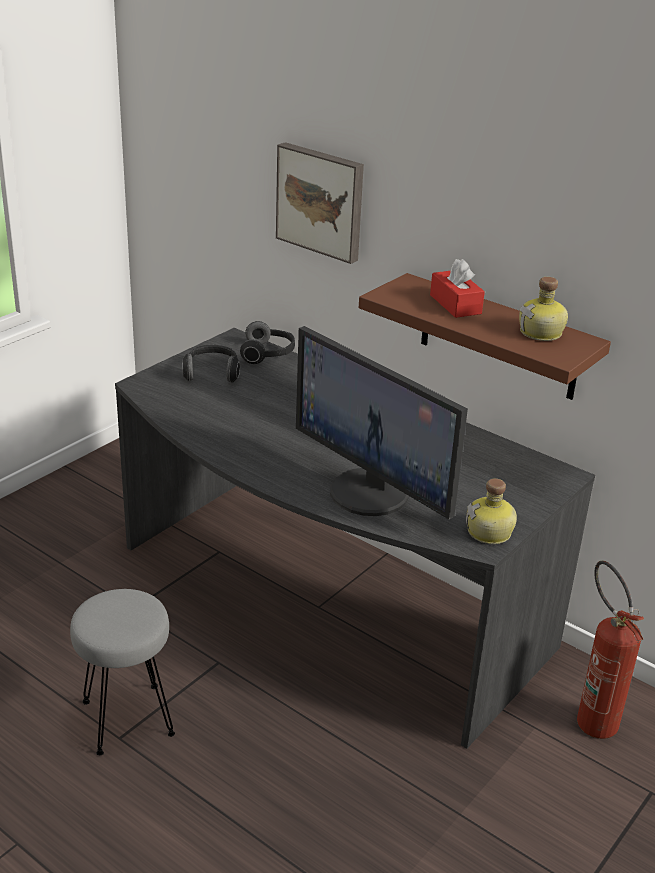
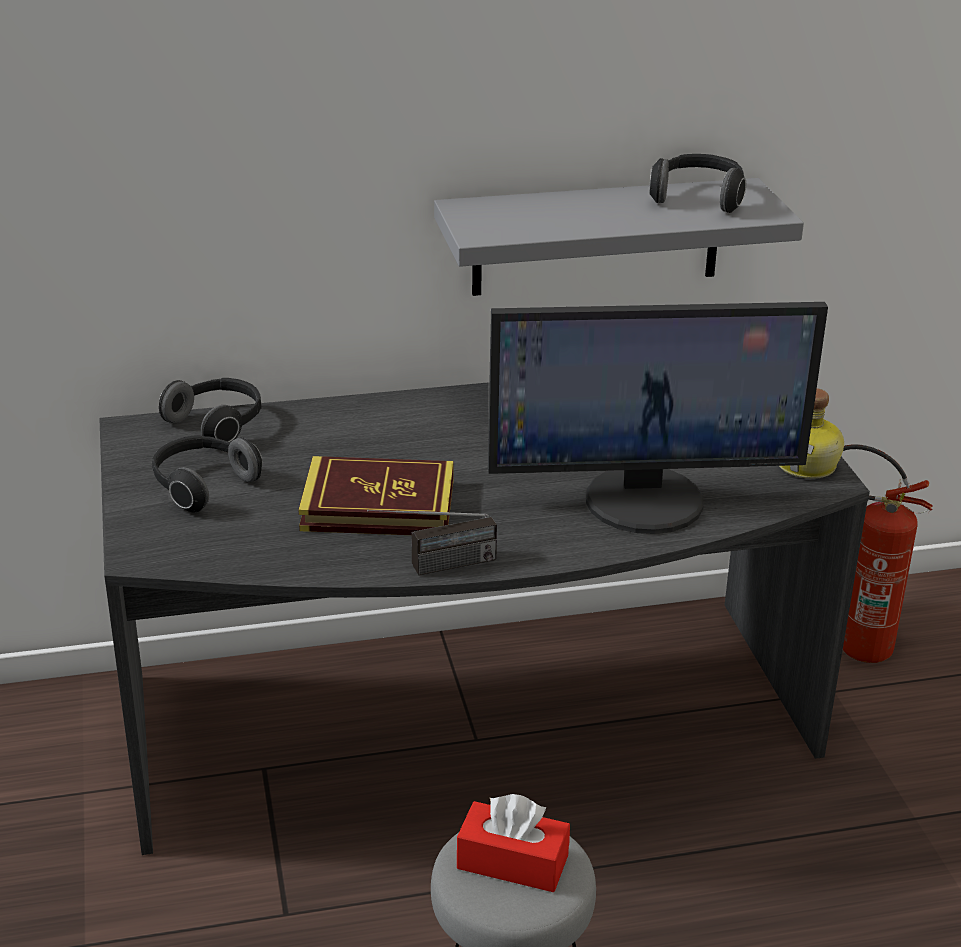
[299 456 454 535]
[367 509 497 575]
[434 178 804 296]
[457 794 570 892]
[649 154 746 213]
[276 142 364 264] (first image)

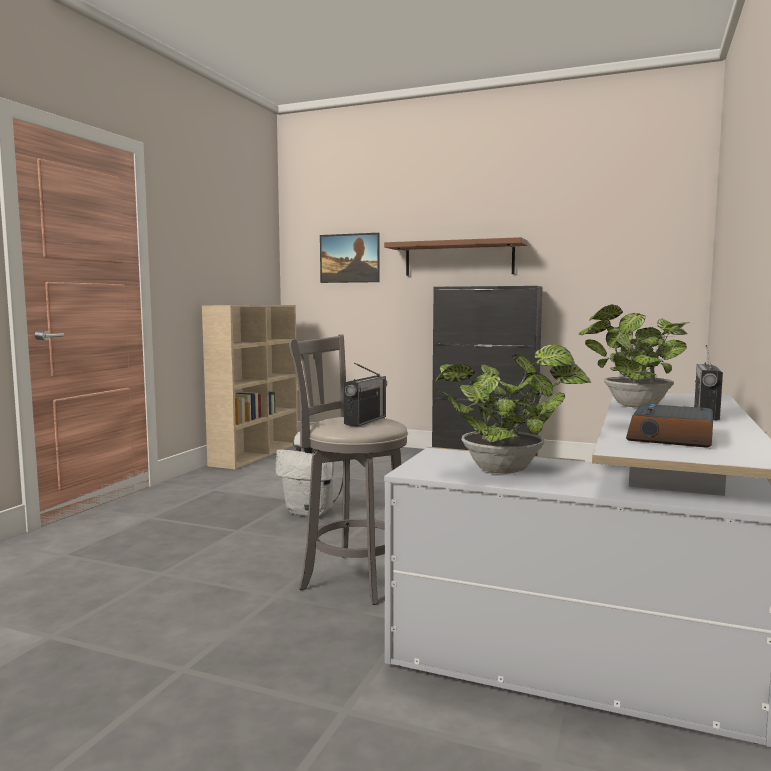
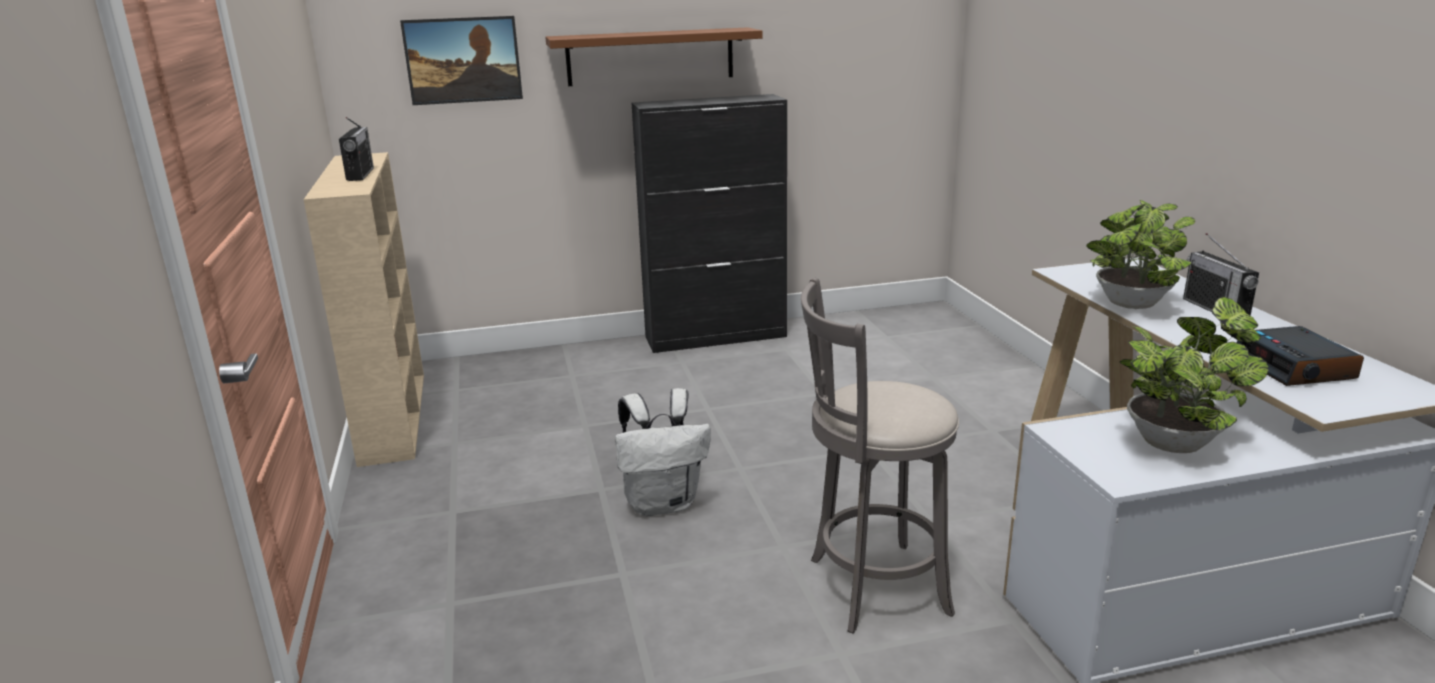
[339 117 374 181]

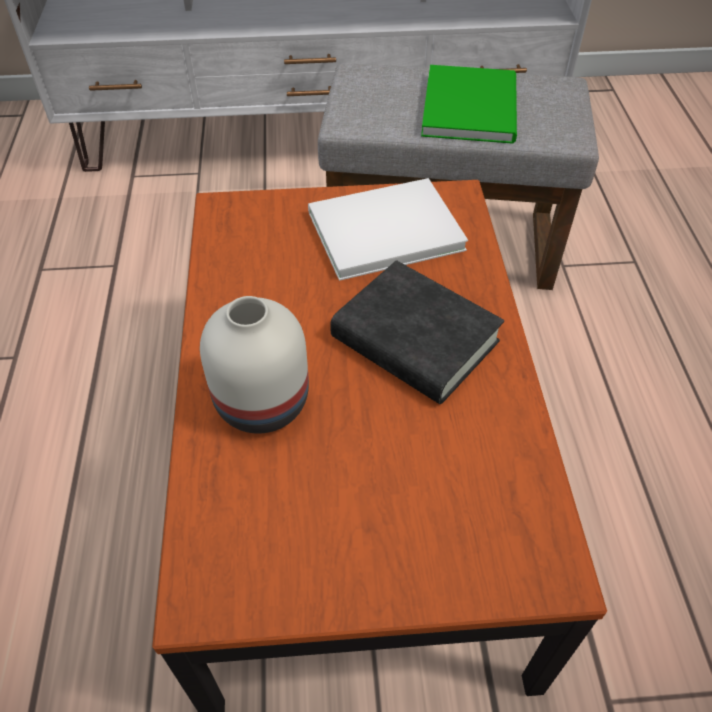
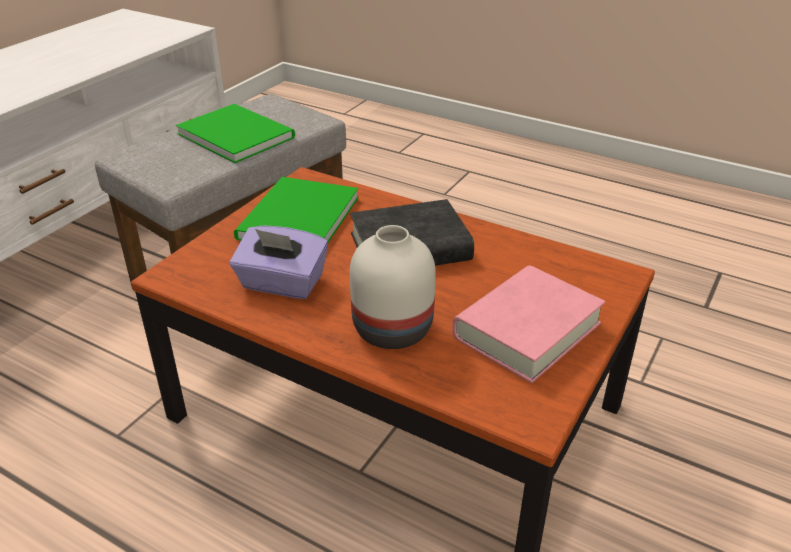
[230 225 328 299]
[234 177 359 242]
[452 266 605 383]

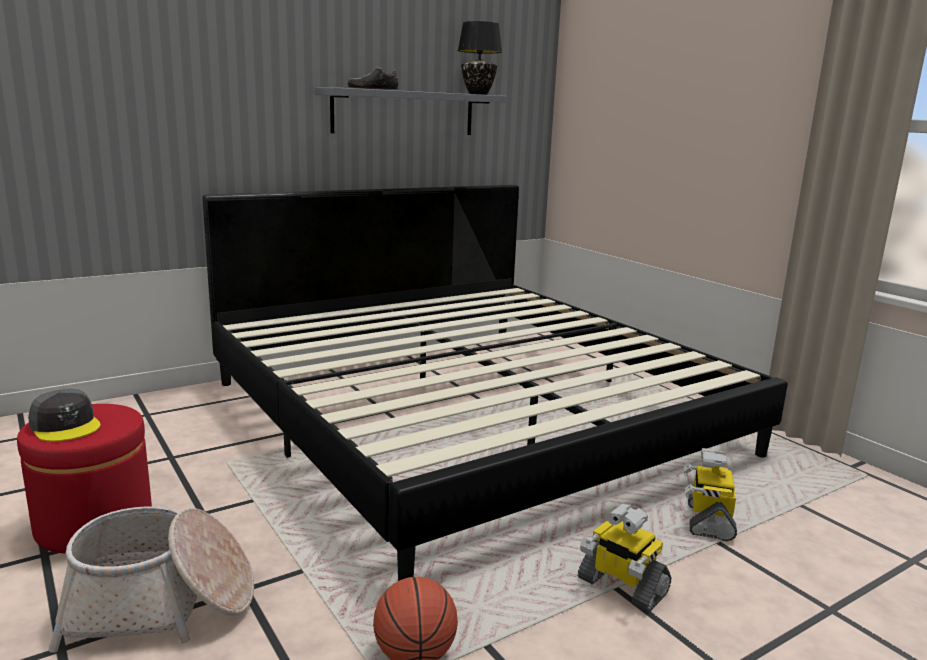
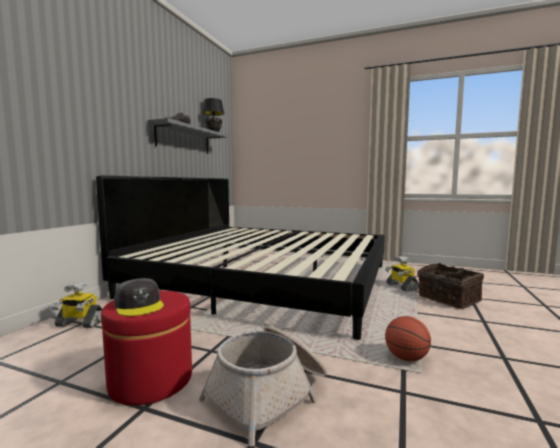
[51 282 102 328]
[114 278 164 316]
[417 263 484 309]

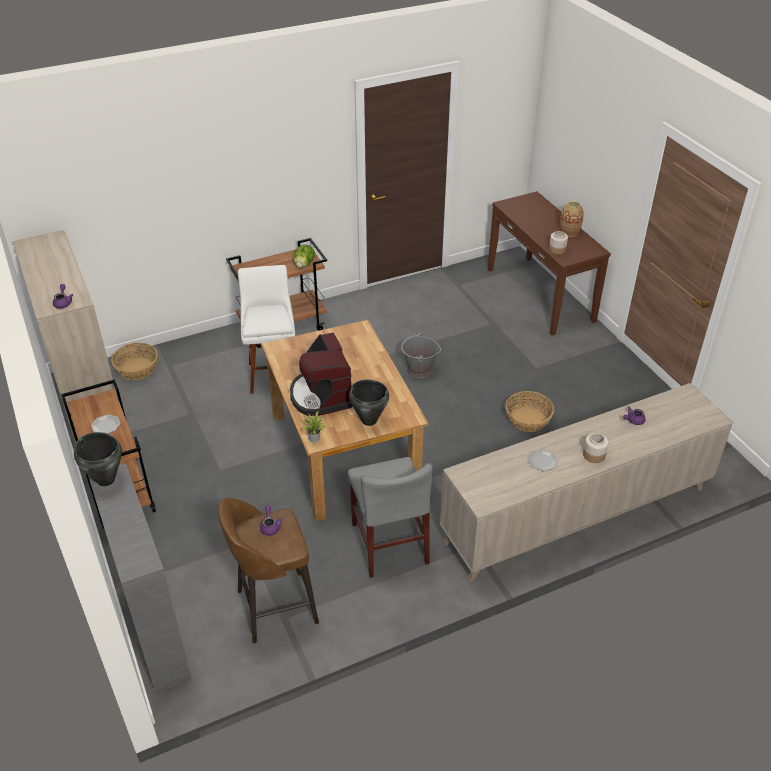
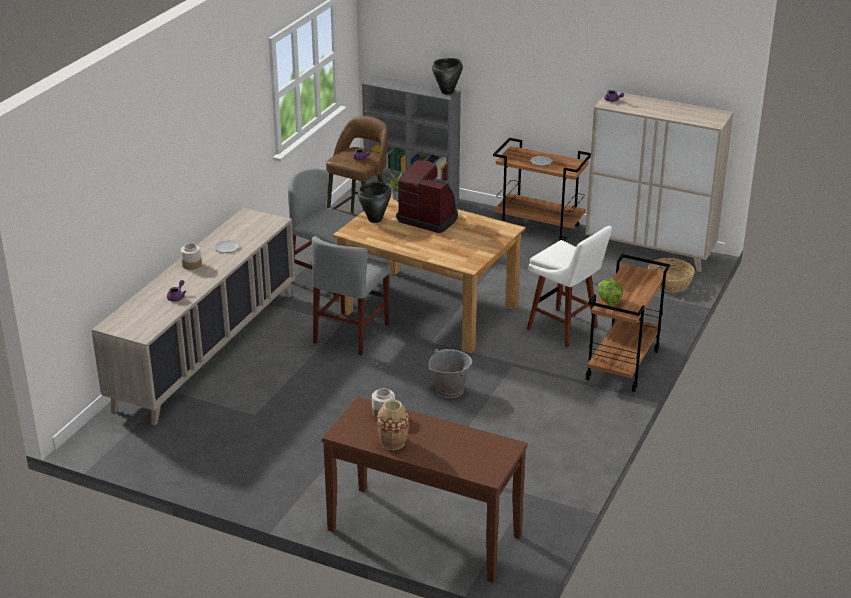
[312 236 391 356]
[505 391 554 432] (first image)

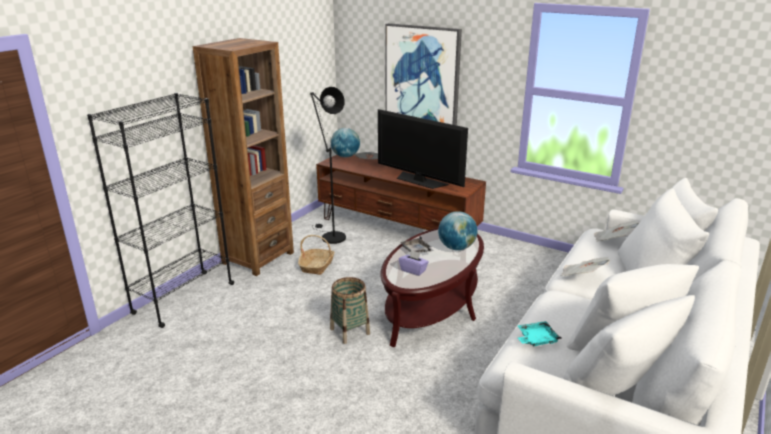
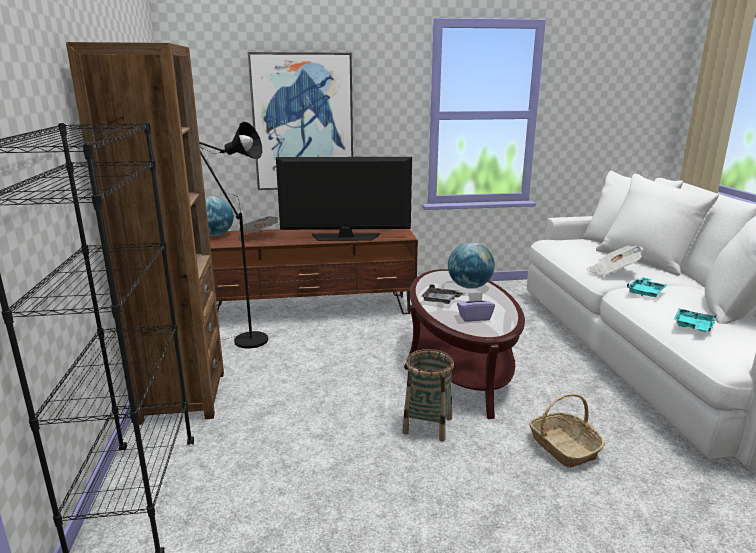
[529 394 605 468]
[627 277 667 297]
[594 221 639 242] (first image)

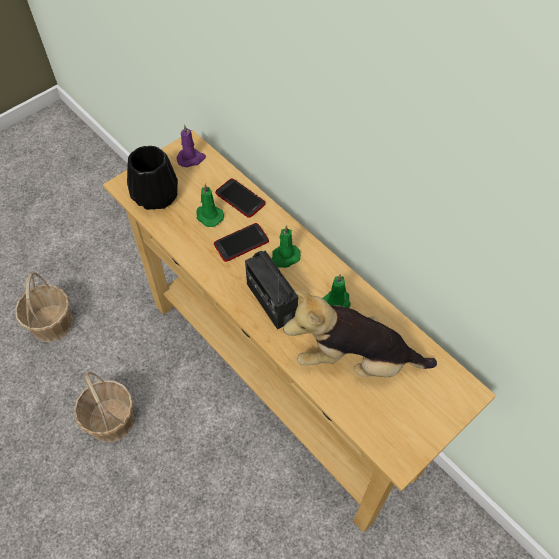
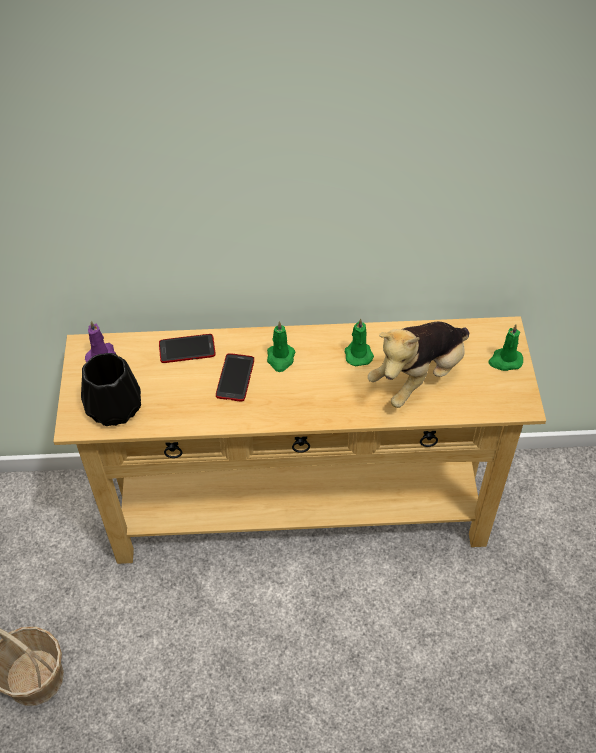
[488 324 523 371]
[74 371 135 442] (first image)
[245 251 298 329] (first image)

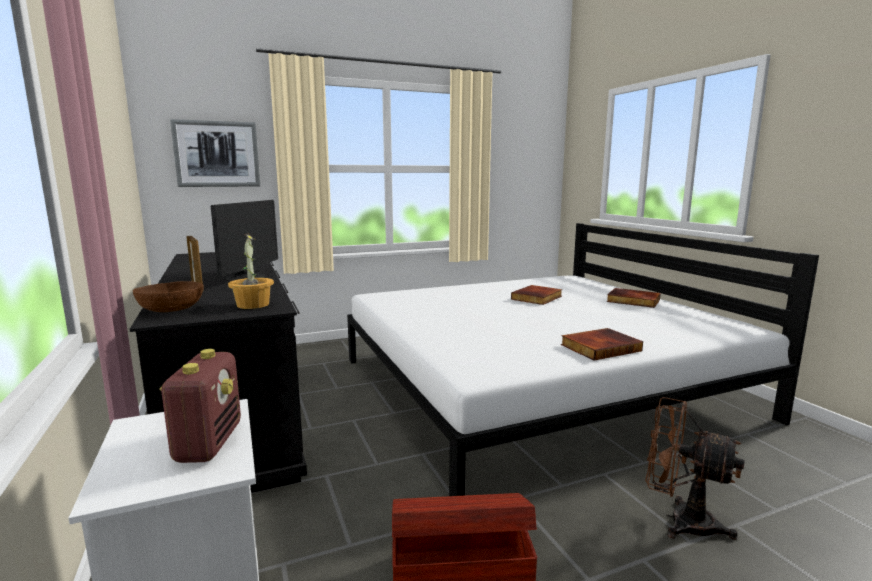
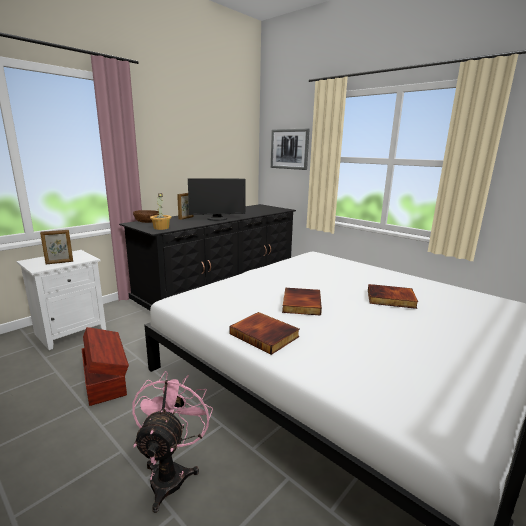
[40 230 73 265]
[132 371 213 513]
[282 288 322 315]

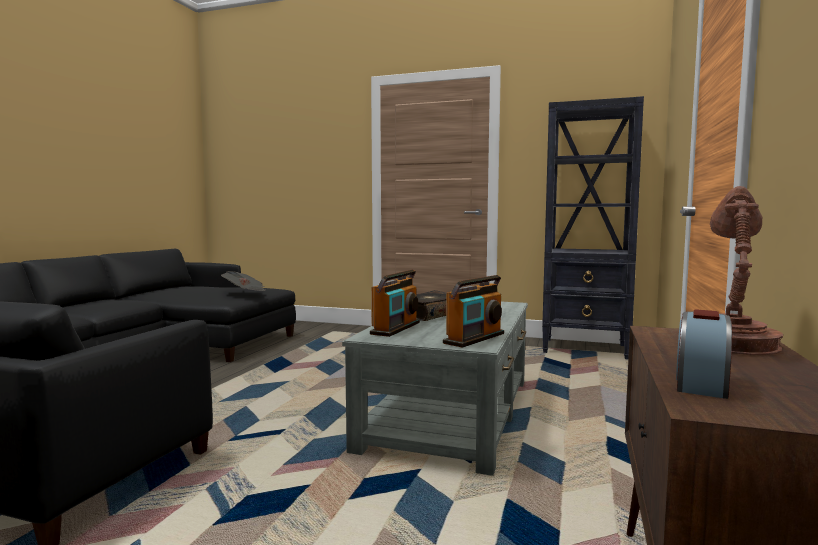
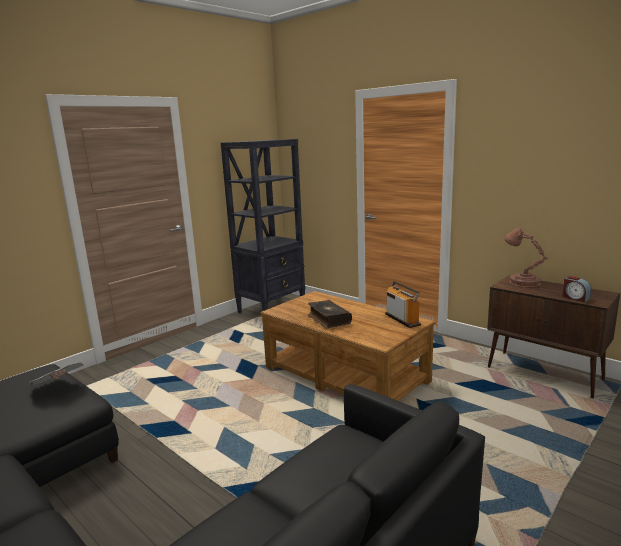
[260 291 436 401]
[370 270 420 337] (first image)

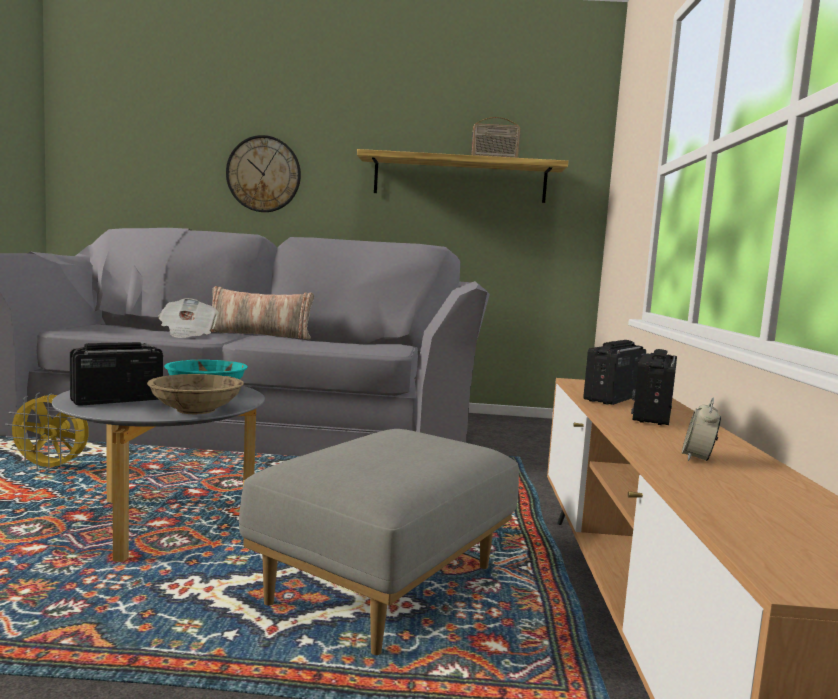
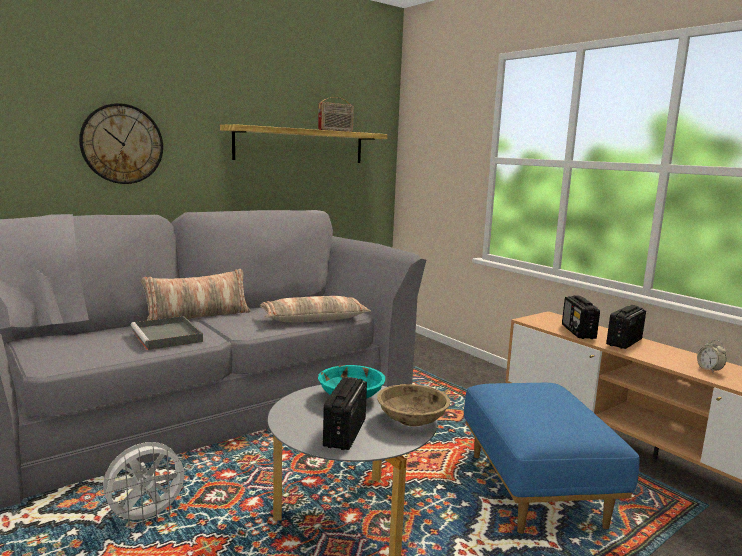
[100 442 190 526]
[131 316 203 350]
[260 296 371 322]
[464 383 639 534]
[606 305 646 349]

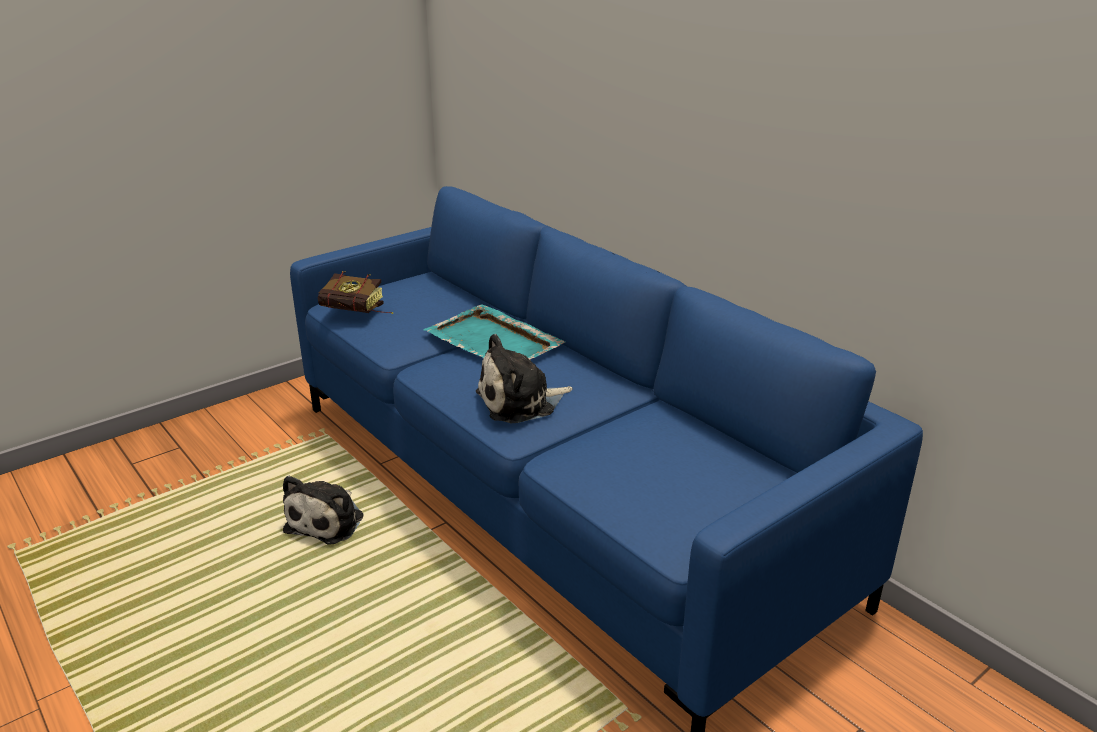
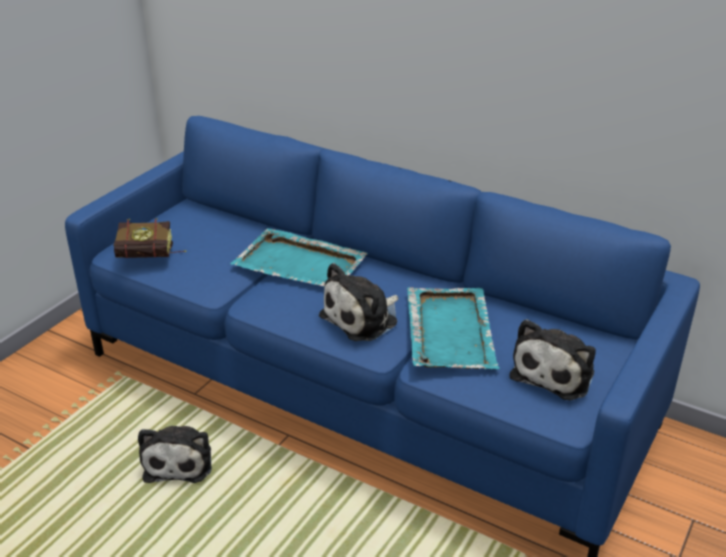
[407 287 500 369]
[510 319 596 401]

